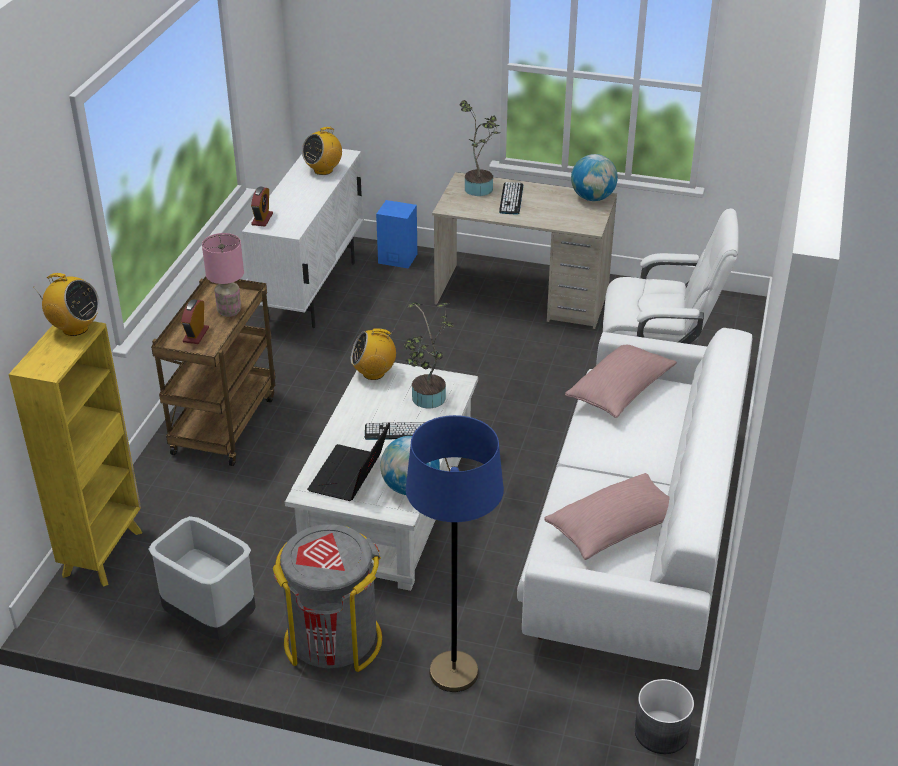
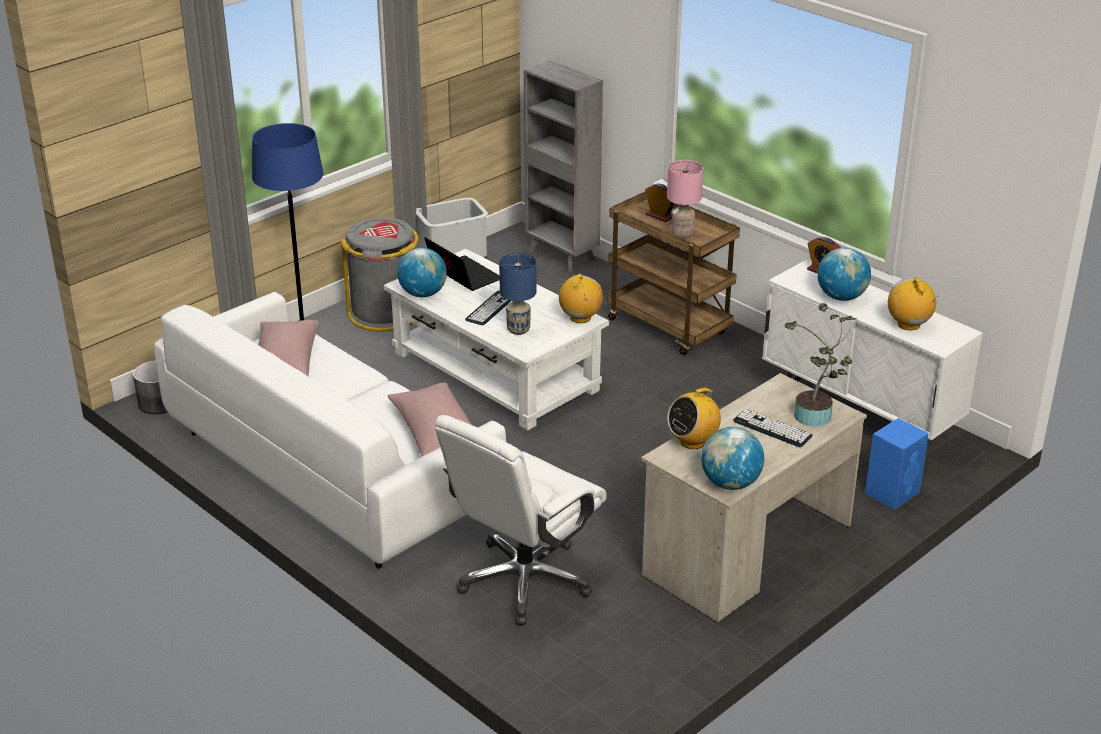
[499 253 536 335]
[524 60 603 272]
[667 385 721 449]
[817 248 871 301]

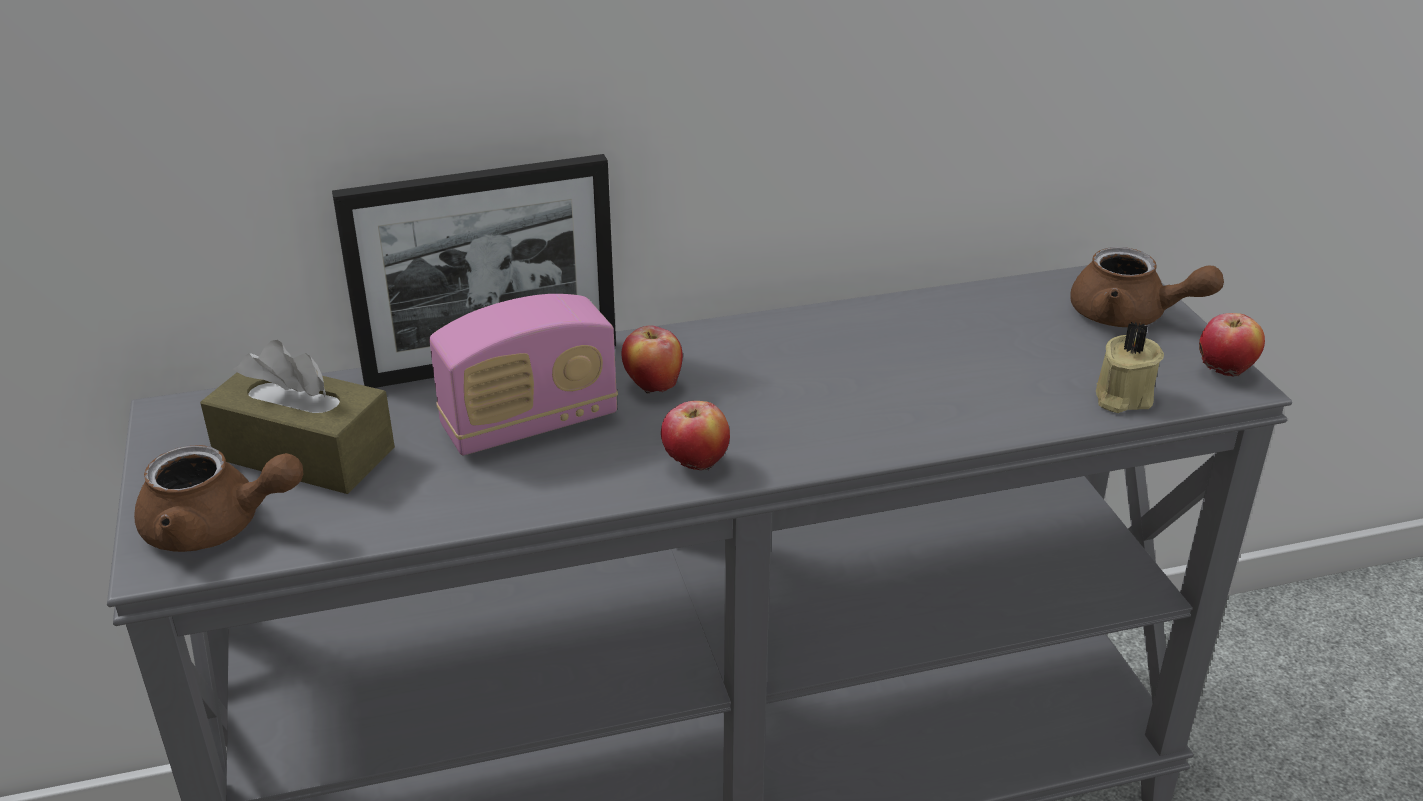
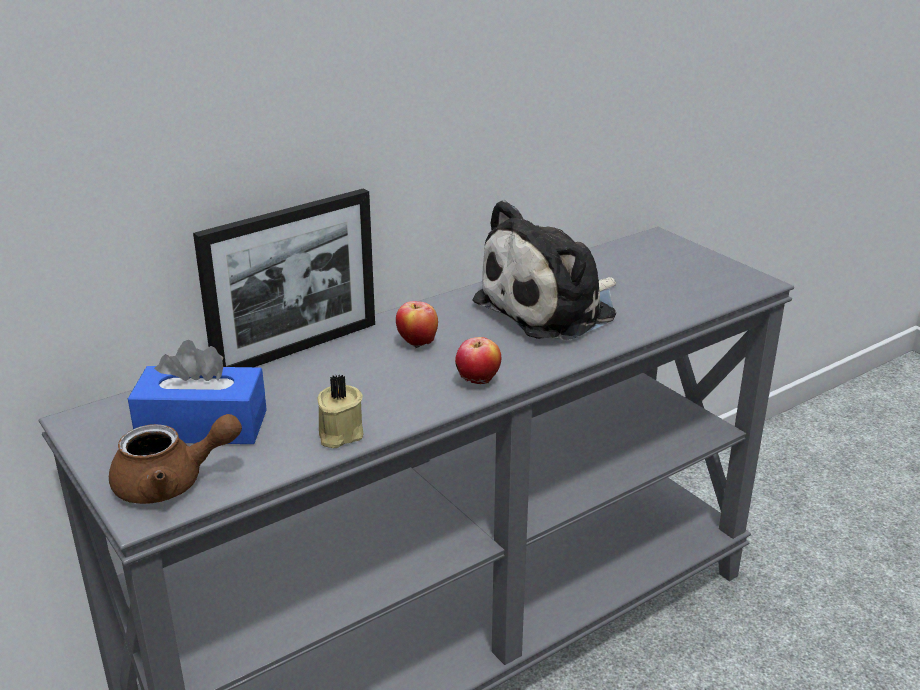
[128 340 267 444]
[318 374 363 448]
[472 200 616 340]
[429 294 618 455] (first image)
[1070 247 1224 327] (first image)
[1199 313 1265 376] (first image)

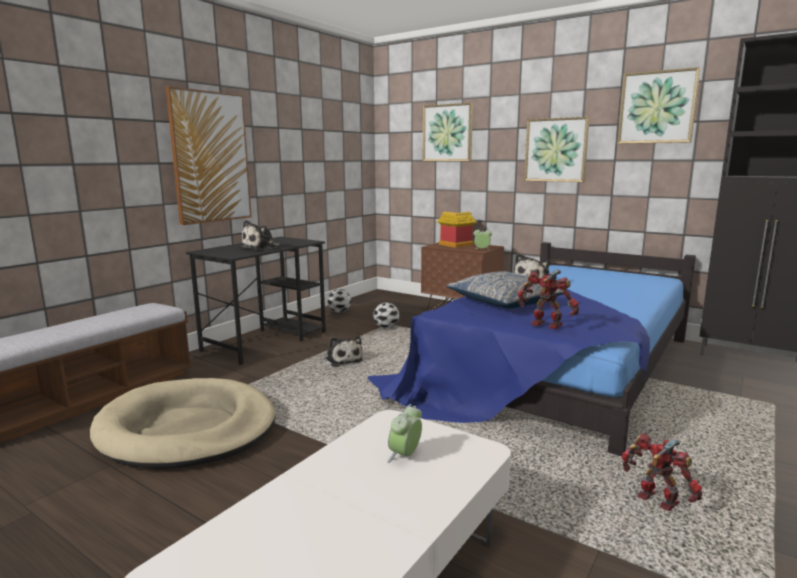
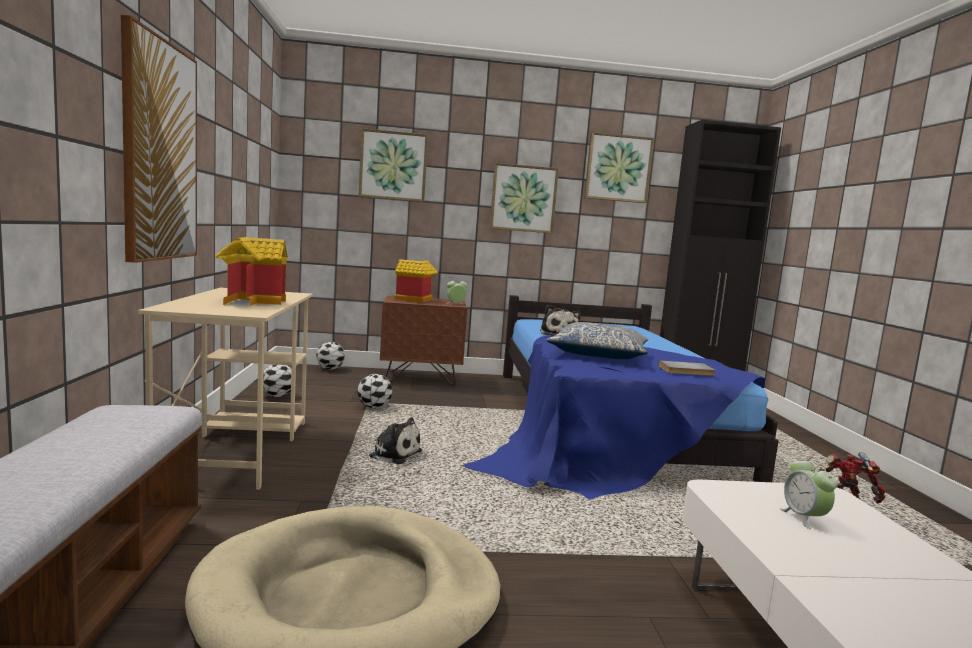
[138 288 313 490]
[215 237 288 307]
[316 342 345 370]
[658 360 716 376]

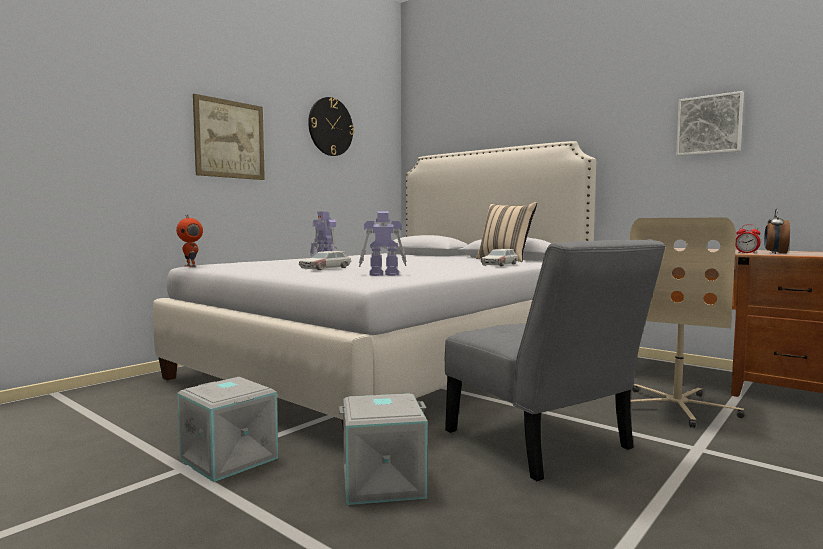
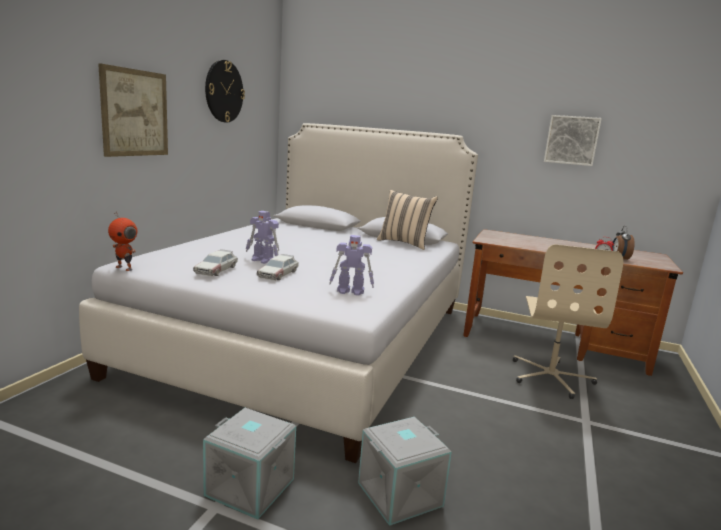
[193 249 238 277]
[329 235 374 296]
[445 240 666 481] (first image)

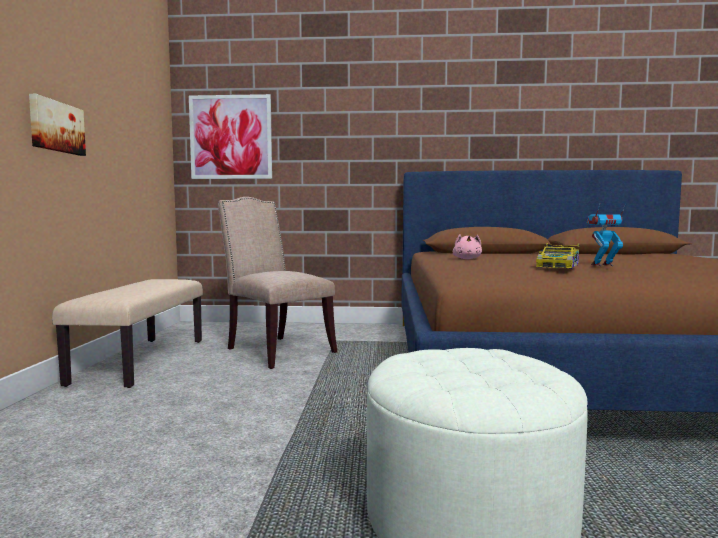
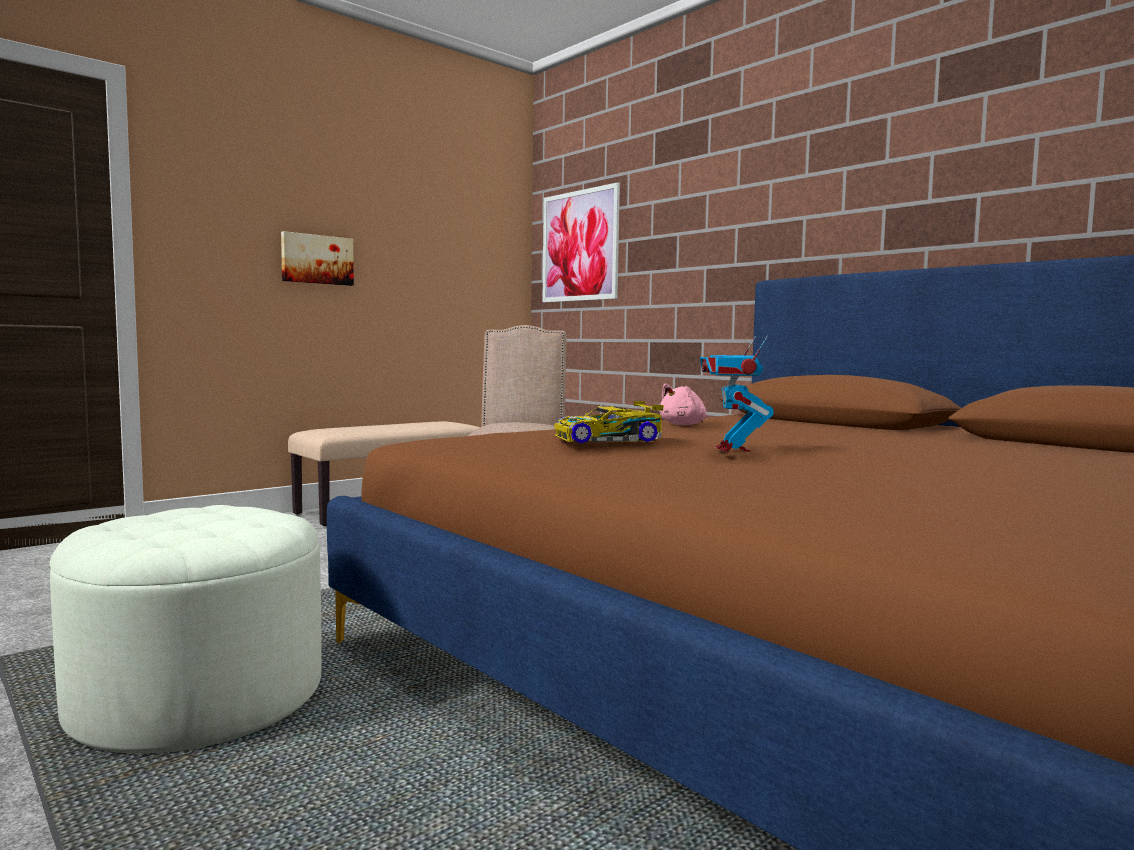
[700 336 774 452]

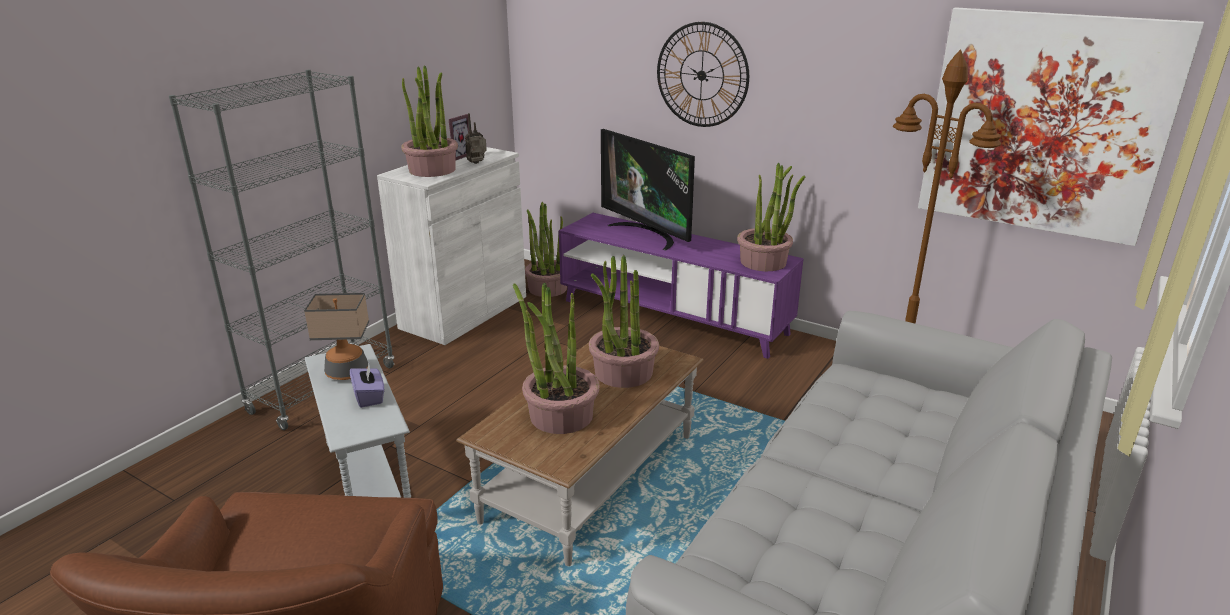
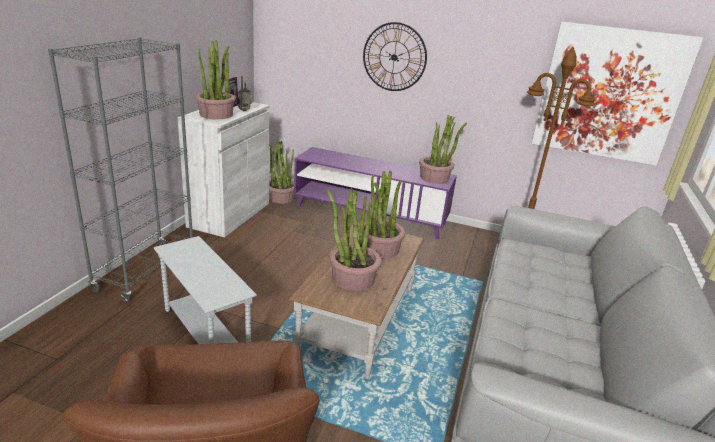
[304 293 369 380] (first image)
[350 364 384 408] (first image)
[601 129 695 250] (first image)

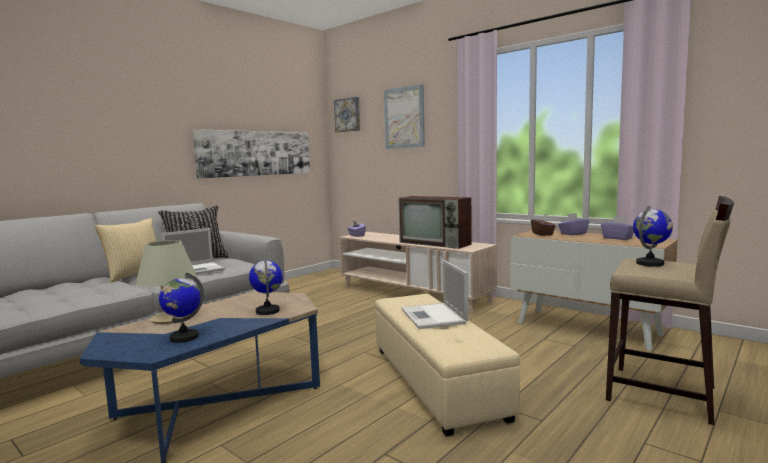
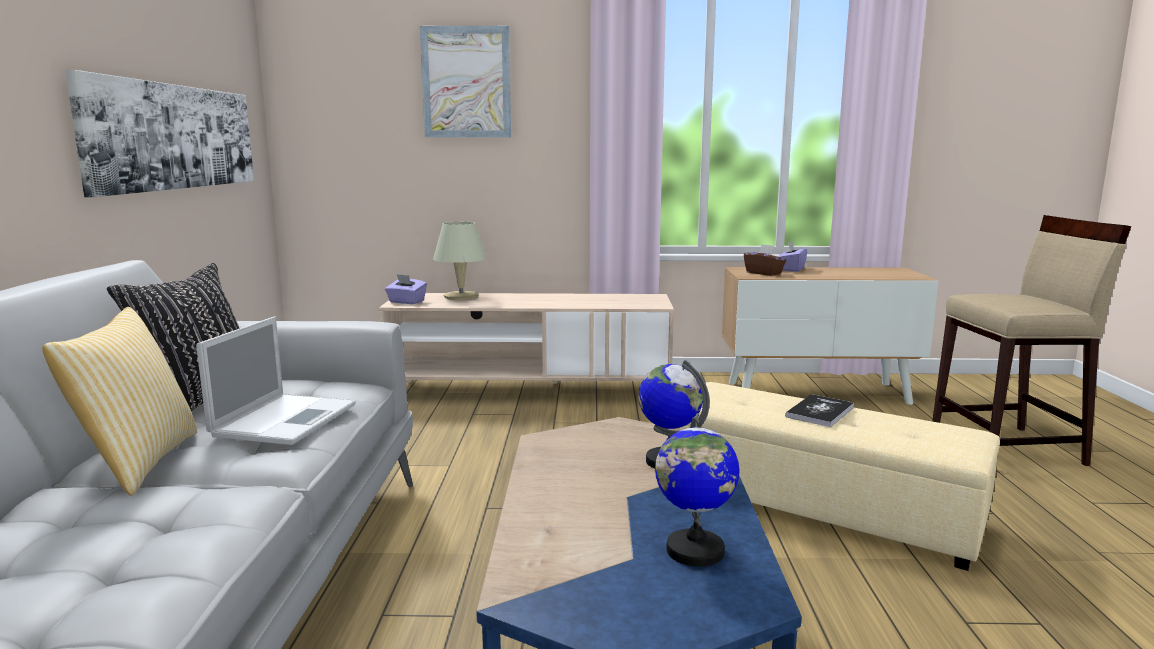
[433 222 487 300]
[785 394 854 427]
[334 97 360 132] (first image)
[398 196 472 249] (first image)
[601 216 634 240] (first image)
[633 205 673 266] (first image)

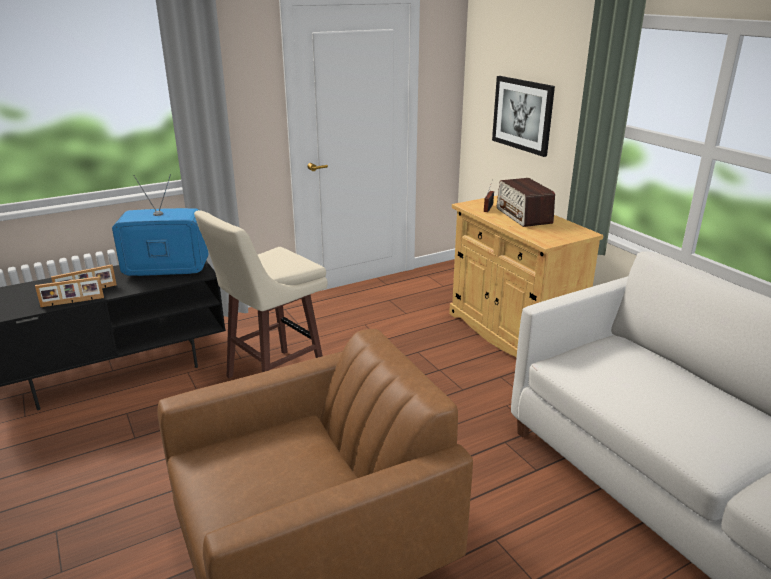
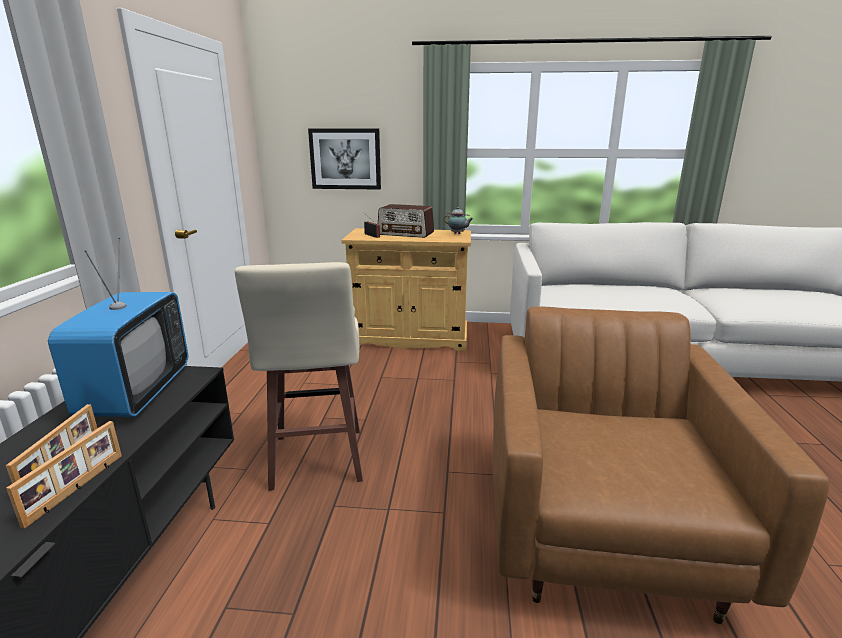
[48 238 188 417]
[444 207 473 234]

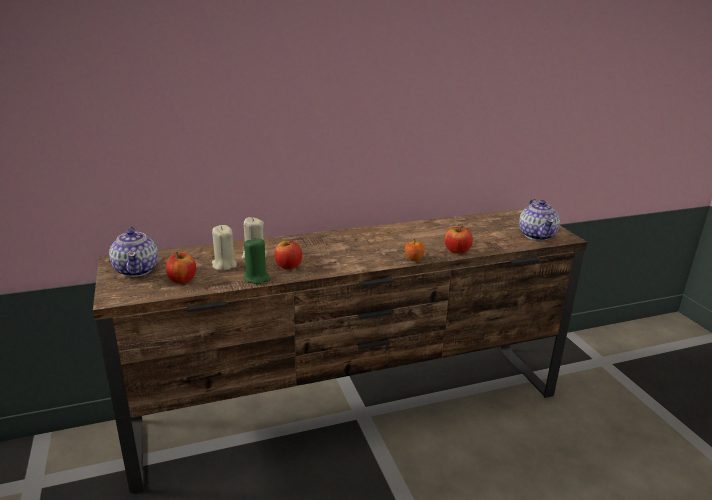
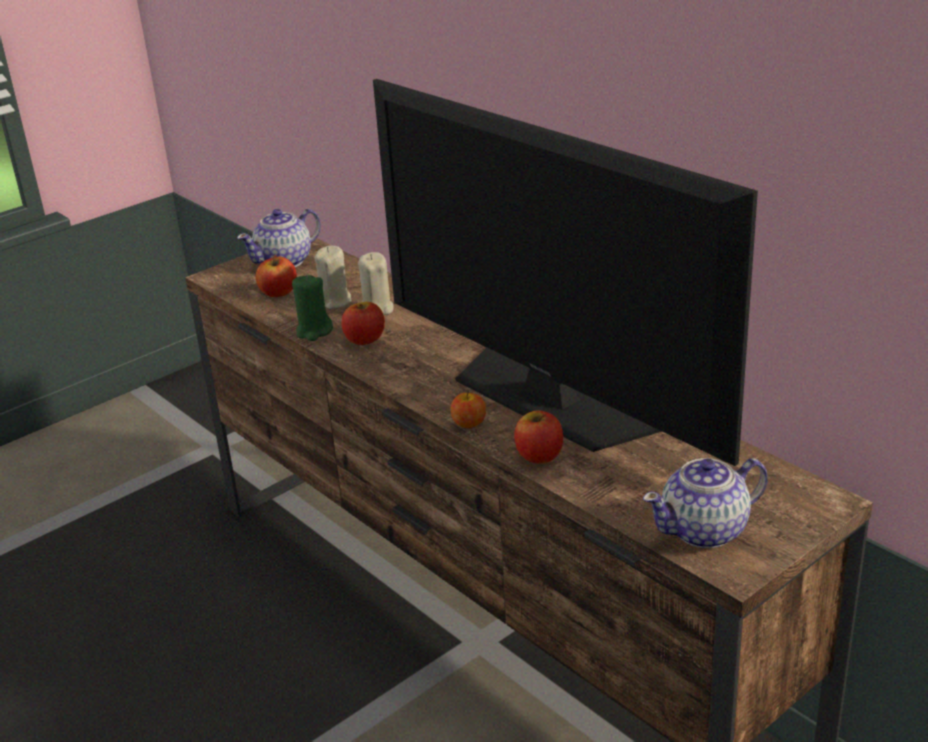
[373 79 758 466]

